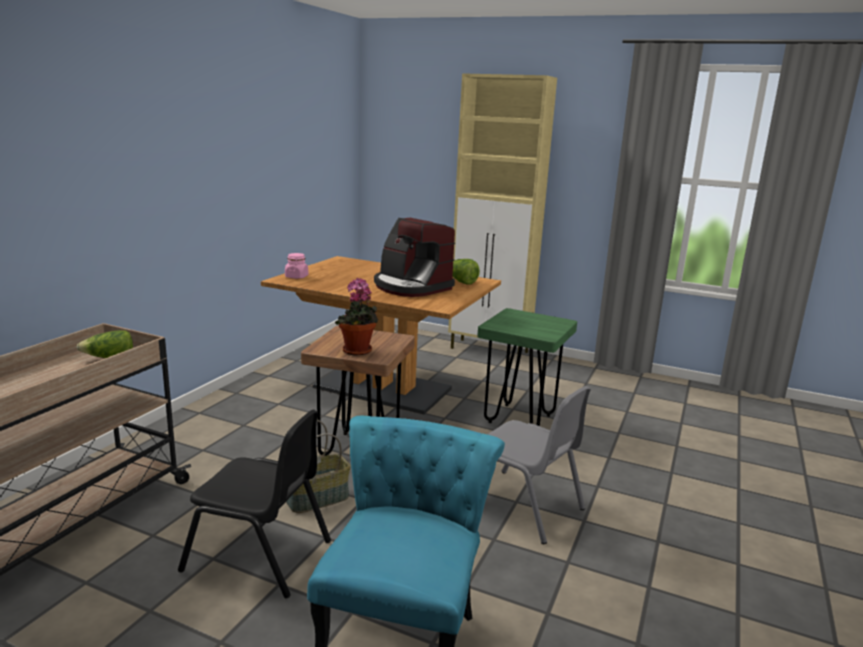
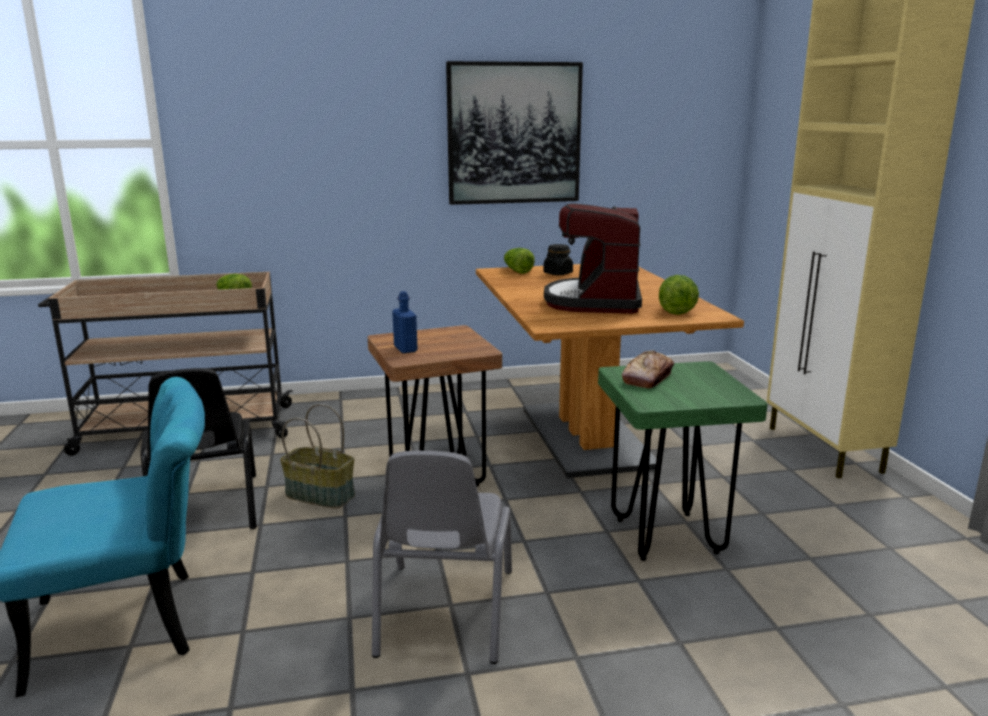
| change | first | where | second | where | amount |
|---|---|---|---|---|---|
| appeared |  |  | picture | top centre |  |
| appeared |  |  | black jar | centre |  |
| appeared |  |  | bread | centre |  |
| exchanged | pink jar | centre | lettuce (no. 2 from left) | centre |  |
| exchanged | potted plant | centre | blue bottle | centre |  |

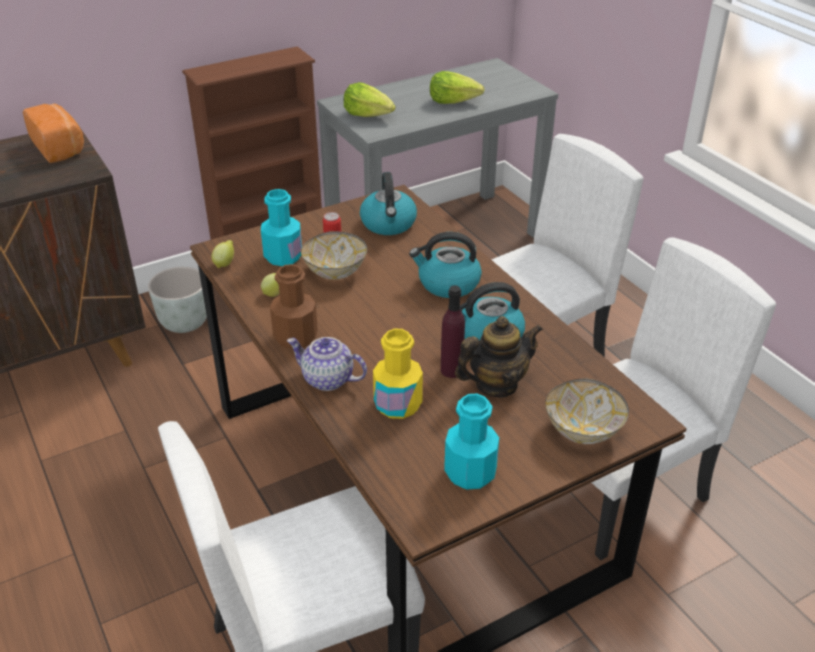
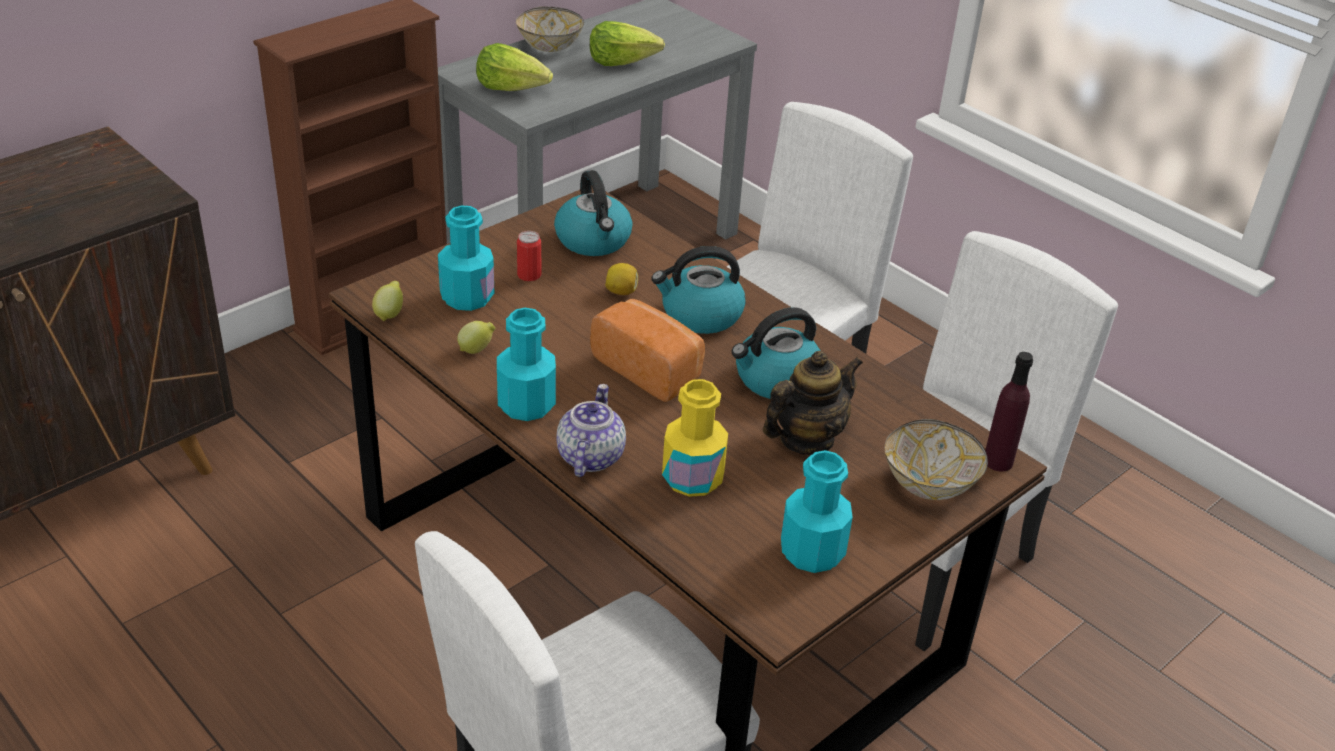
| change | first | where | second | where | amount |
|---|---|---|---|---|---|
| missing | grey planter | middle left |  |  |  |
| appeared |  |  | lemon (no. 3 from left) | centre |  |
| relocated | bread | top left |  | centre |  |
| relocated | bowl (no. 1 from left) | centre |  | top centre |  |
| relocated | purple bottle | centre |  | middle right |  |
| colour | brown bottle | centre | turquoise bottle (no. 2 from left) | centre |  |
| spun | teapot (no. 1 from left) | centre |  | centre | 90 degrees clockwise |

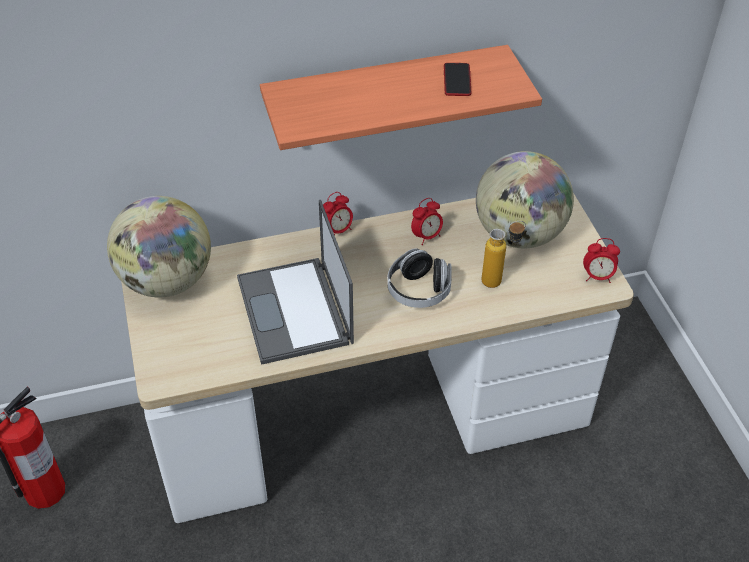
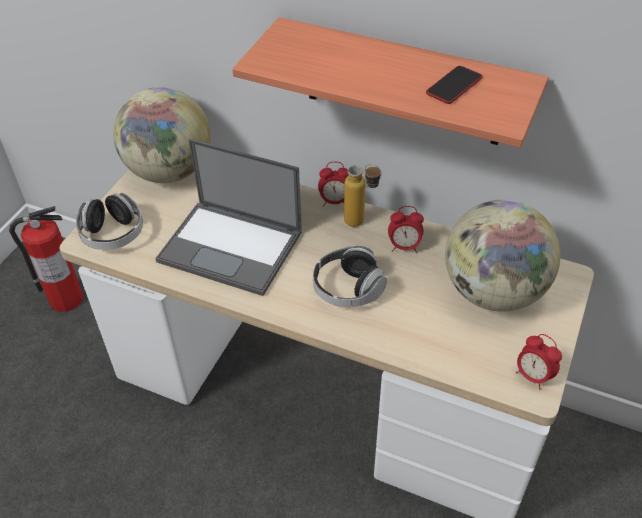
| change | first | where | second | where | amount |
|---|---|---|---|---|---|
| appeared |  |  | headphones (no. 1 from left) | middle left |  |
| relocated | bottle | middle right |  | centre |  |
| spun | laptop | centre |  | centre | 90 degrees counterclockwise |

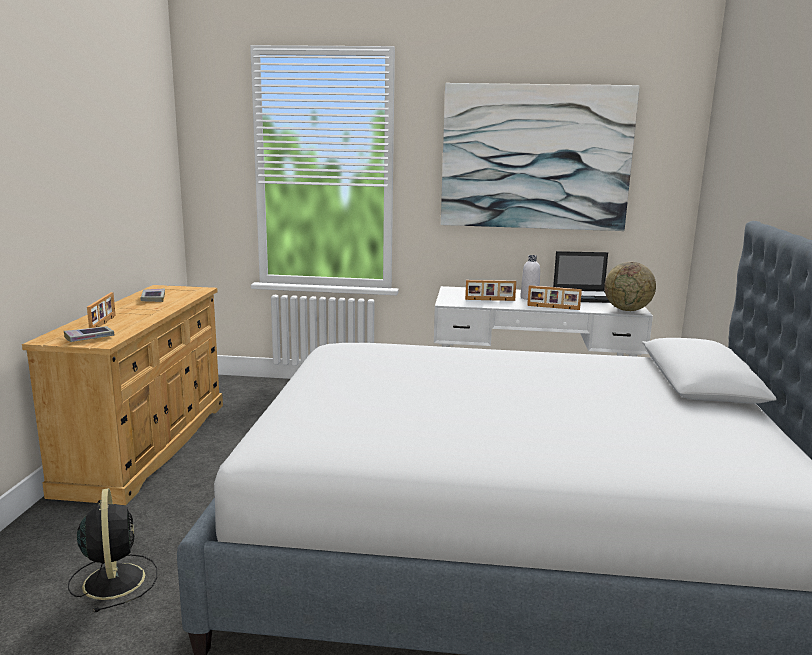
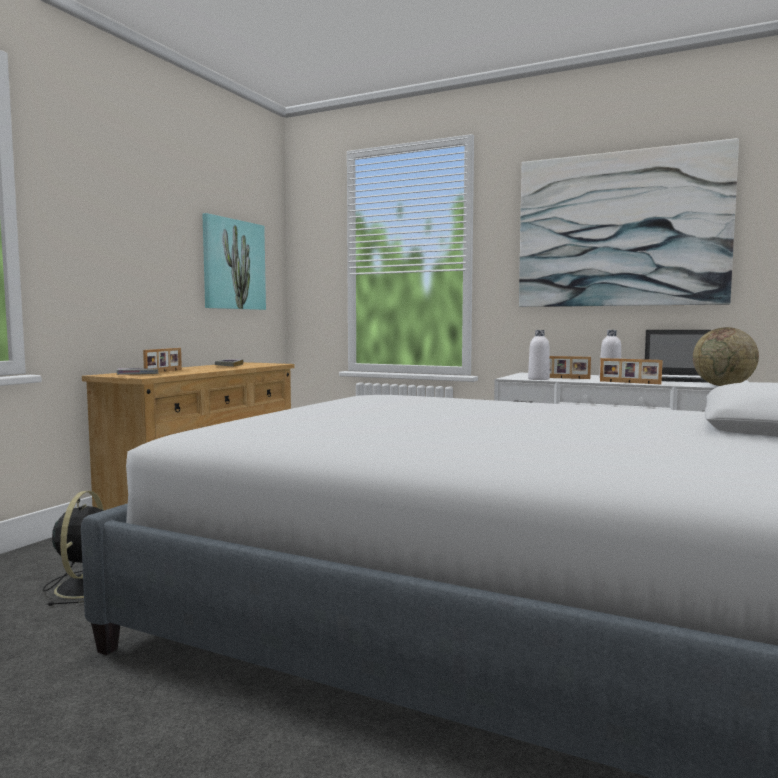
| change | first | where | second | where | amount |
|---|---|---|---|---|---|
| appeared |  |  | picture (no. 1 from left) | middle left |  |
| appeared |  |  | white bottle (no. 1 from left) | middle right |  |

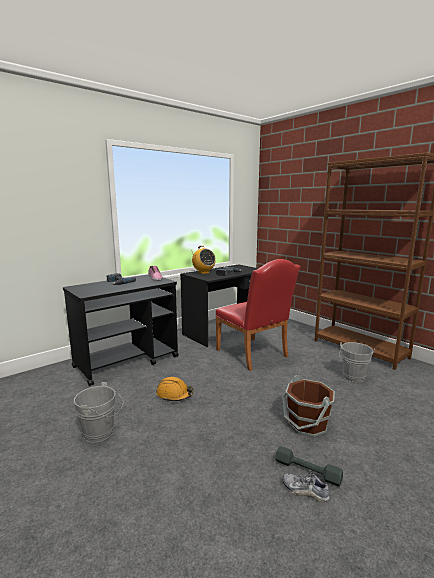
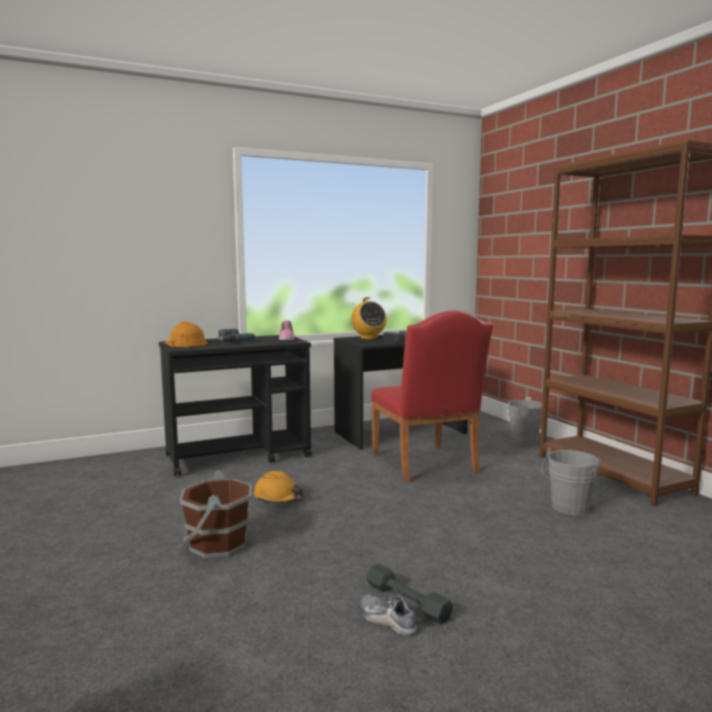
| change | first | where | second | where | amount |
|---|---|---|---|---|---|
| appeared |  |  | orange hard hat (no. 1 from left) | middle left |  |
| relocated | grey bucket (no. 1 from left) | bottom left |  | middle right |  |
| relocated | brown bucket | bottom right |  | bottom left |  |

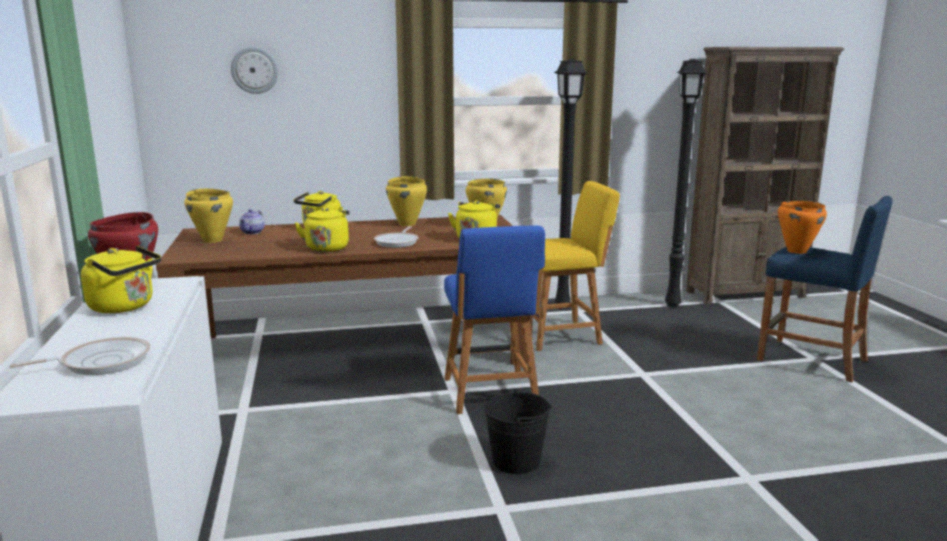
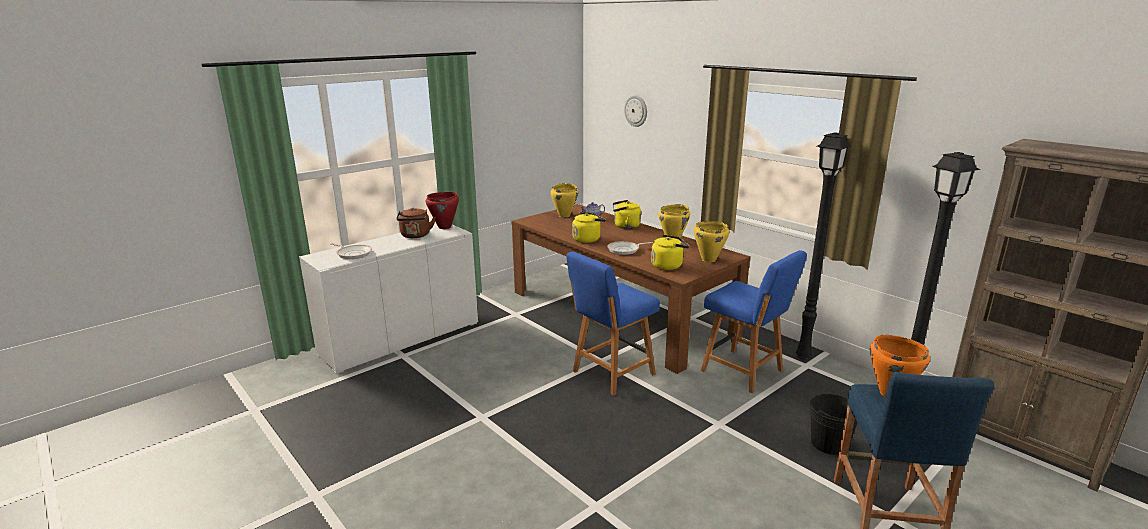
| change | first | where | second | where | amount |
|---|---|---|---|---|---|
| relocated | black bucket | bottom centre |  | bottom right |  |
| colour | yellow kettle (no. 1 from left) | middle left | brown kettle | centre |  |
| colour | yellow chair | centre | blue chair (no. 2 from left) | centre |  |

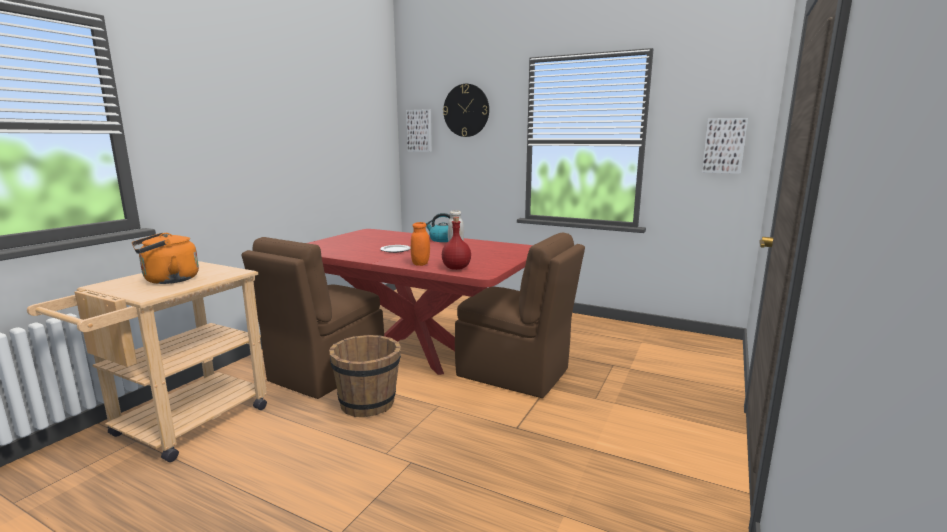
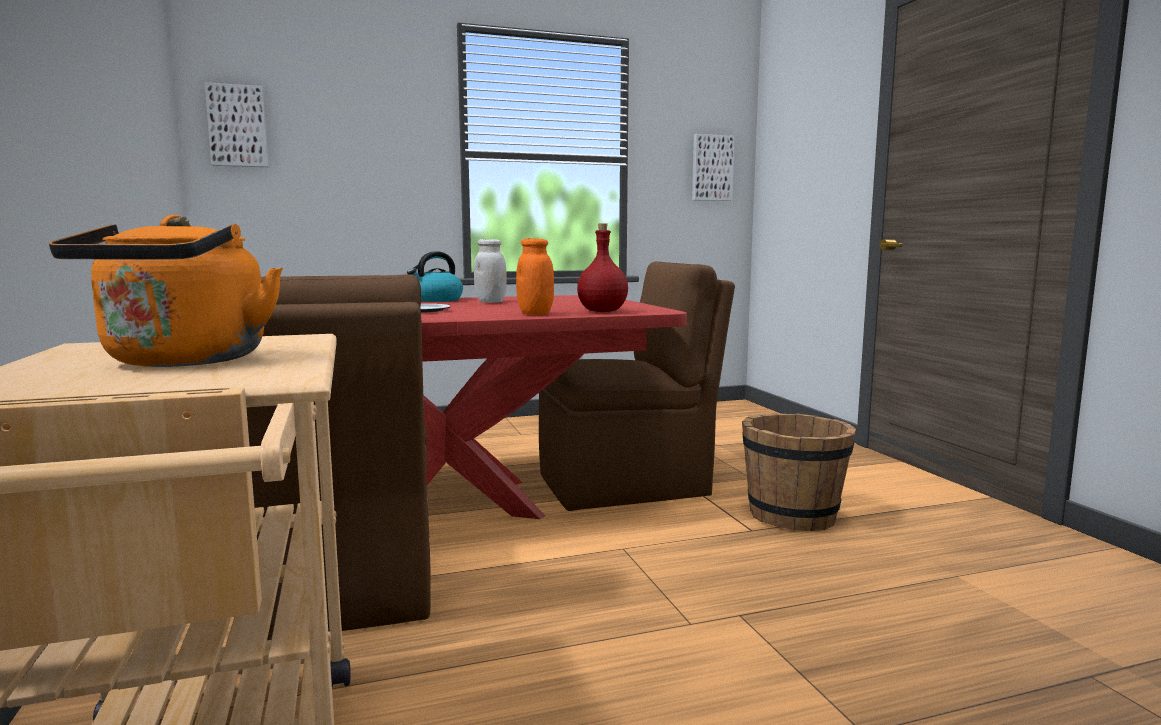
| change | first | where | second | where | amount |
|---|---|---|---|---|---|
| missing | wall clock | top centre |  |  |  |
| relocated | brown bucket | bottom centre |  | middle right |  |

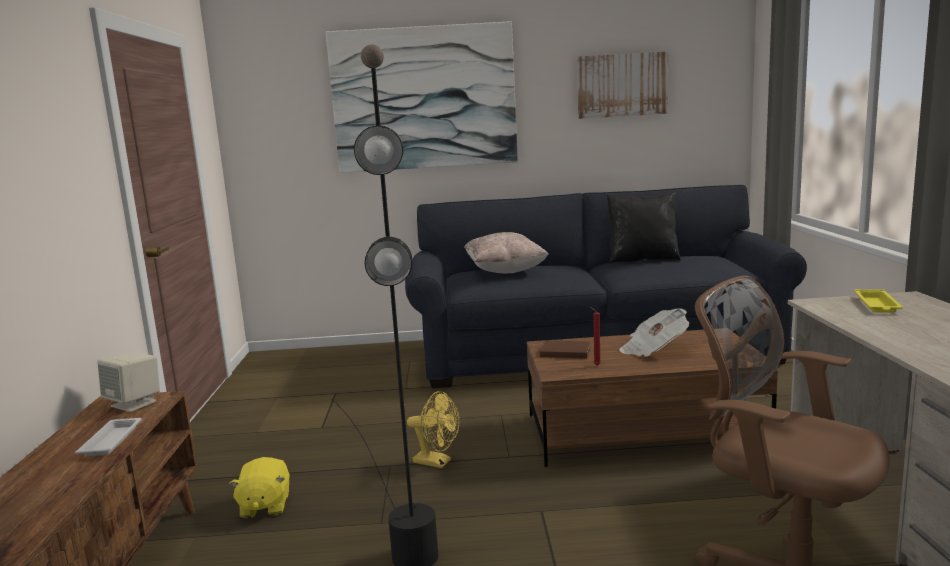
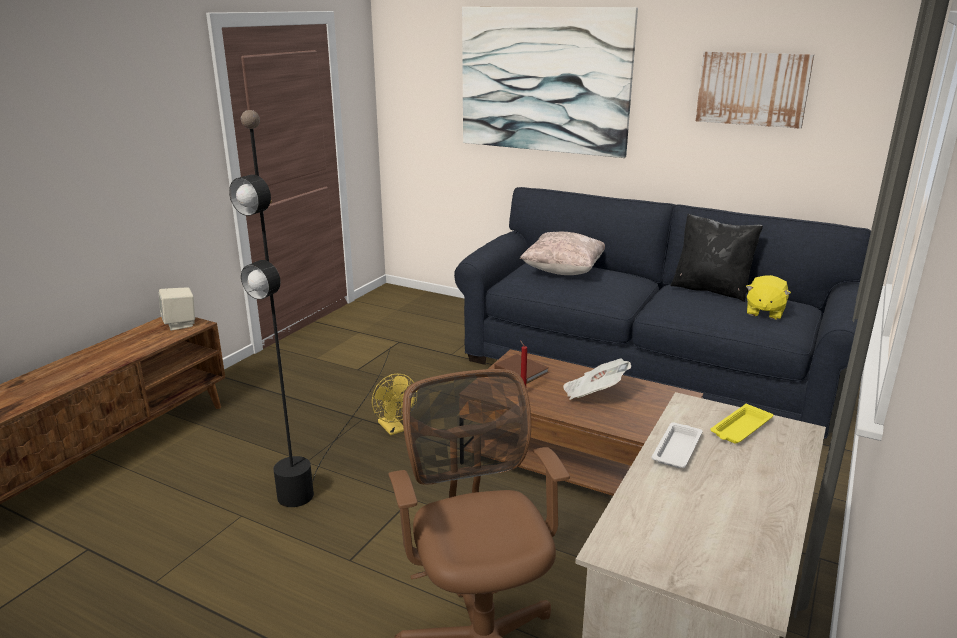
| change | first | where | second | where | amount |
|---|---|---|---|---|---|
| relocated | white tray | bottom left |  | bottom right |  |
| relocated | yellow plush toy | bottom left |  | middle right |  |

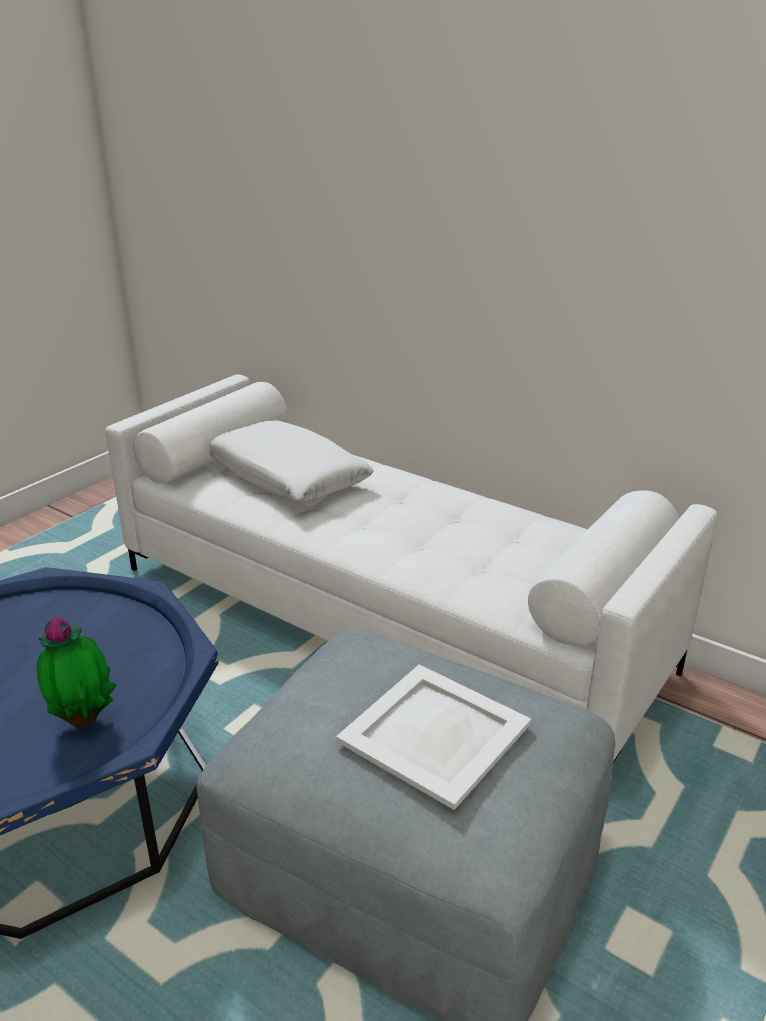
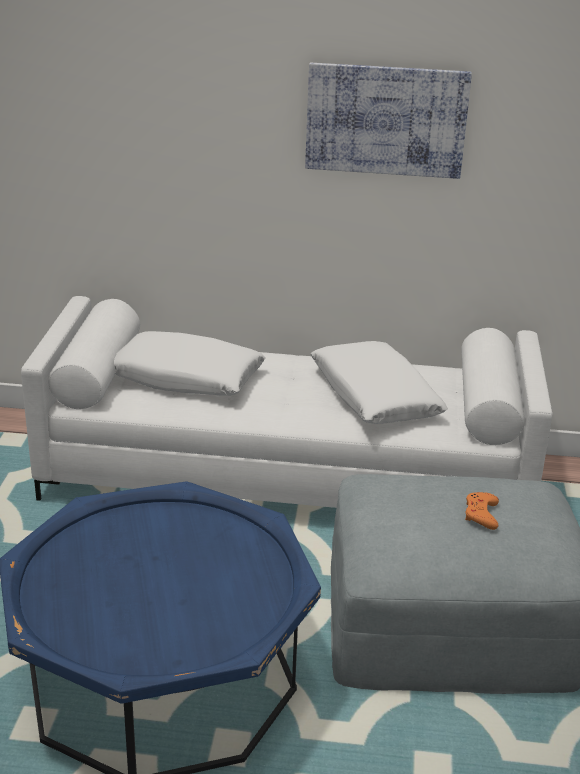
| change | first | where | second | where | amount |
|---|---|---|---|---|---|
| missing | potted plant | middle left |  |  |  |
| appeared |  |  | picture | top right |  |
| appeared |  |  | white pillow (no. 2 from left) | centre |  |
| exchanged | white tray | bottom centre | orange game controller | middle right |  |

